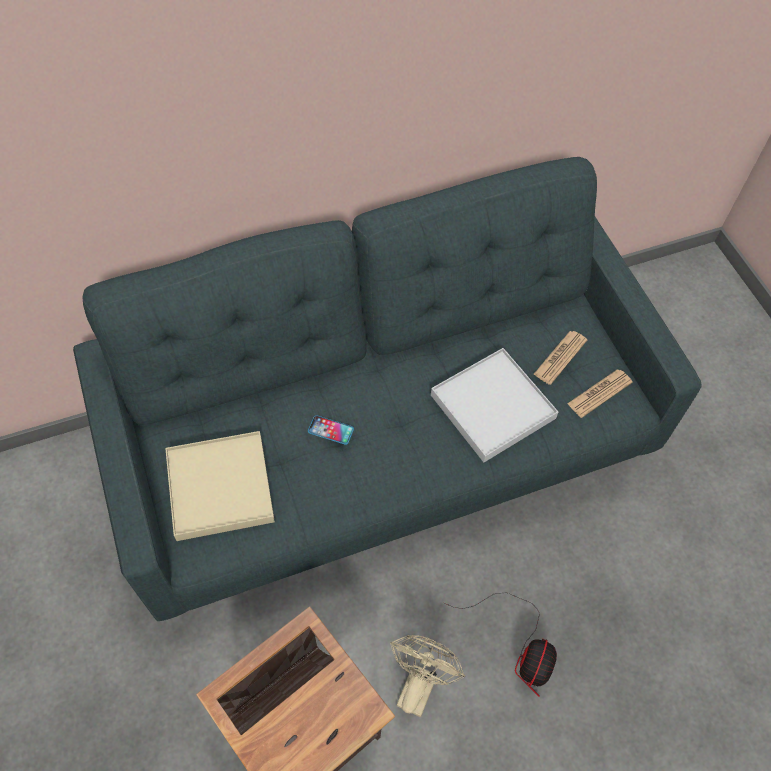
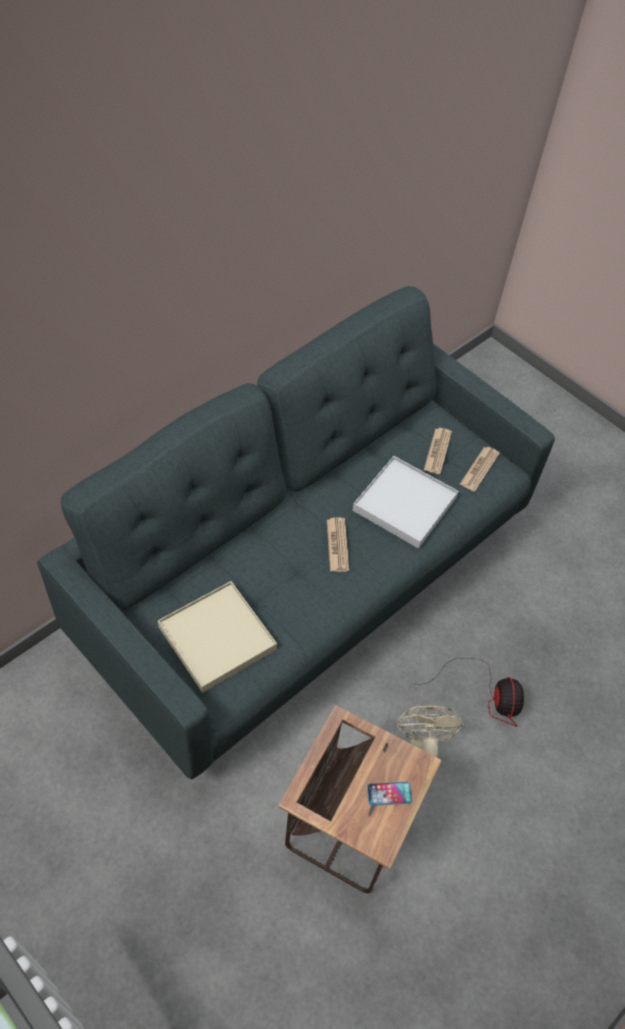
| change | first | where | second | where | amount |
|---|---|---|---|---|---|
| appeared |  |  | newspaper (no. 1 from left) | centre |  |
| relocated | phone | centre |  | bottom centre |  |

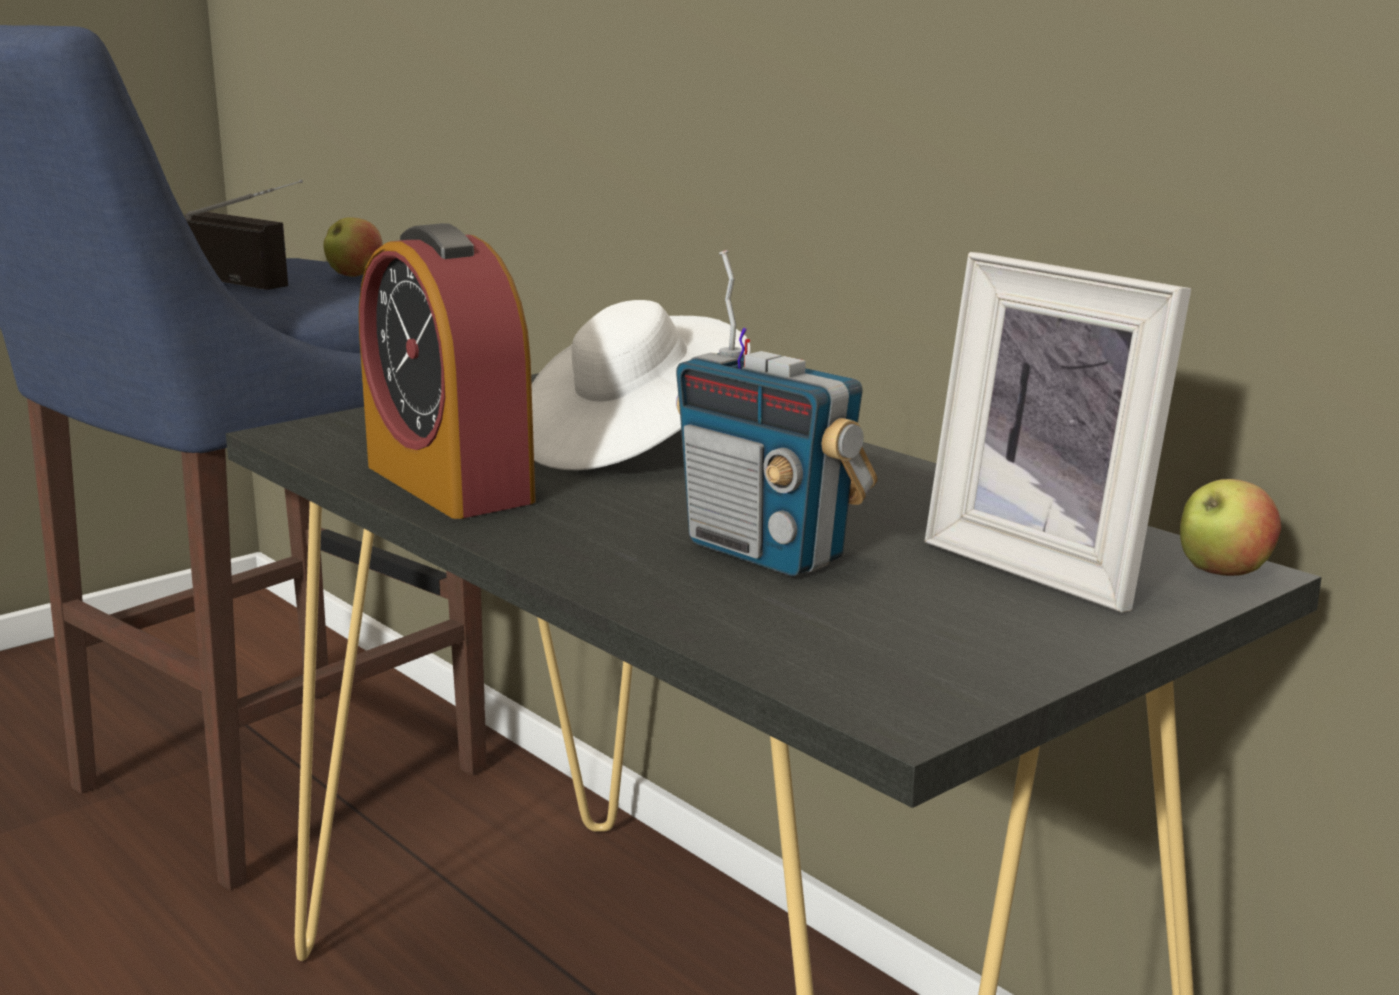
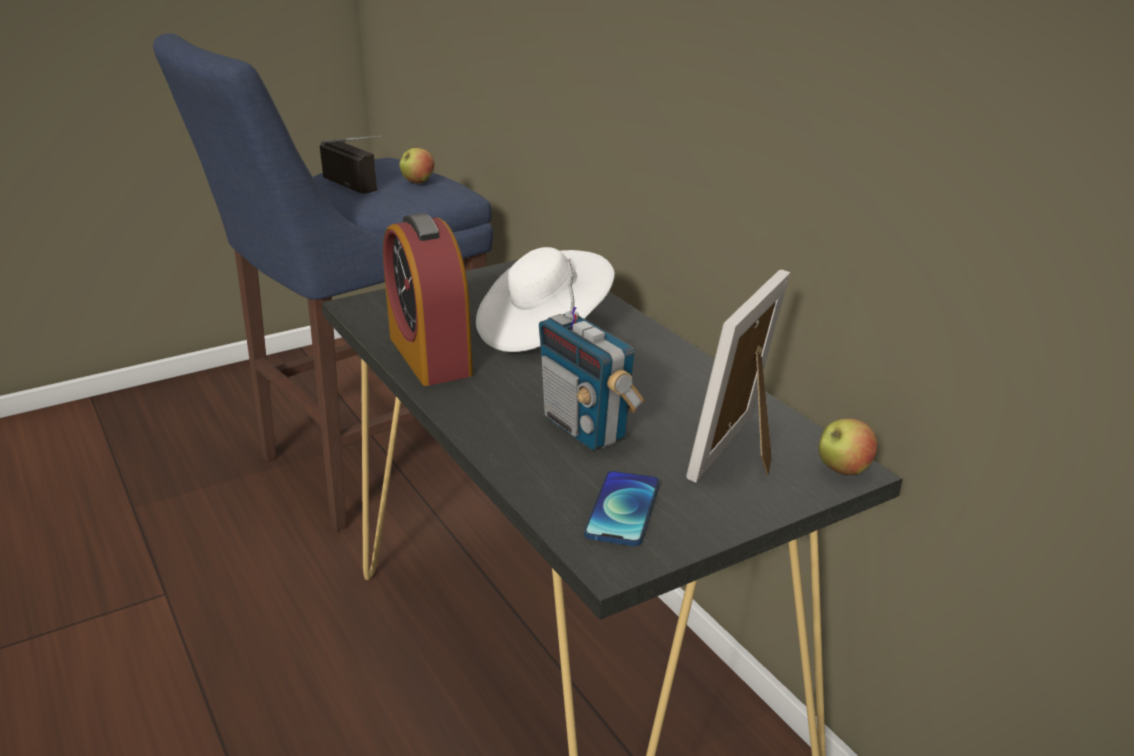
| change | first | where | second | where | amount |
|---|---|---|---|---|---|
| appeared |  |  | phone | bottom centre |  |
| spun | picture frame | middle right |  | centre | 60 degrees clockwise |

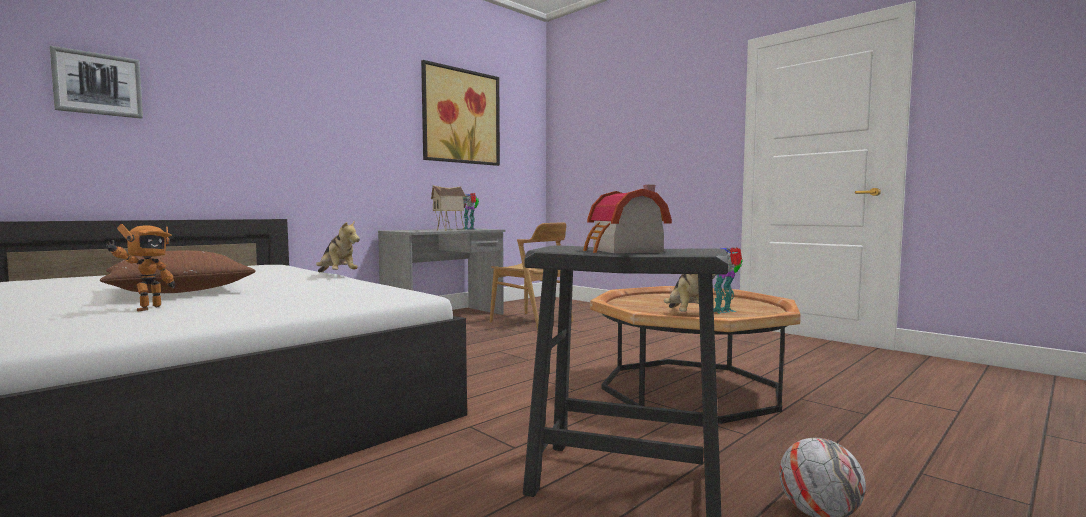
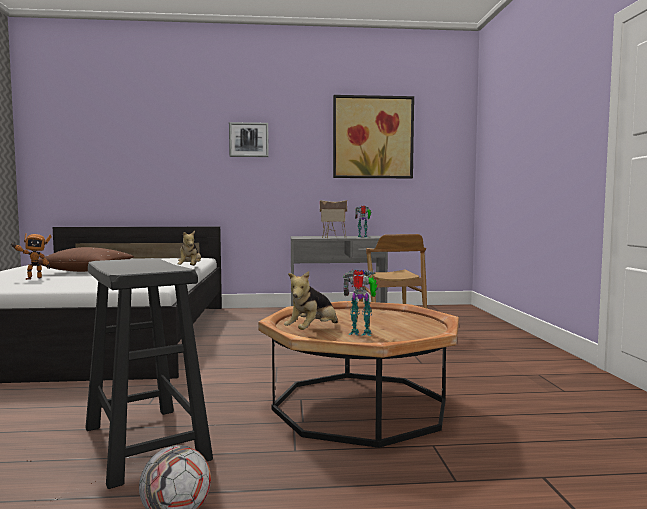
| change | first | where | second | where | amount |
|---|---|---|---|---|---|
| missing | toy house (no. 2 from left) | centre |  |  |  |
| relocated | picture (no. 1 from left) | top left |  | top centre |  |

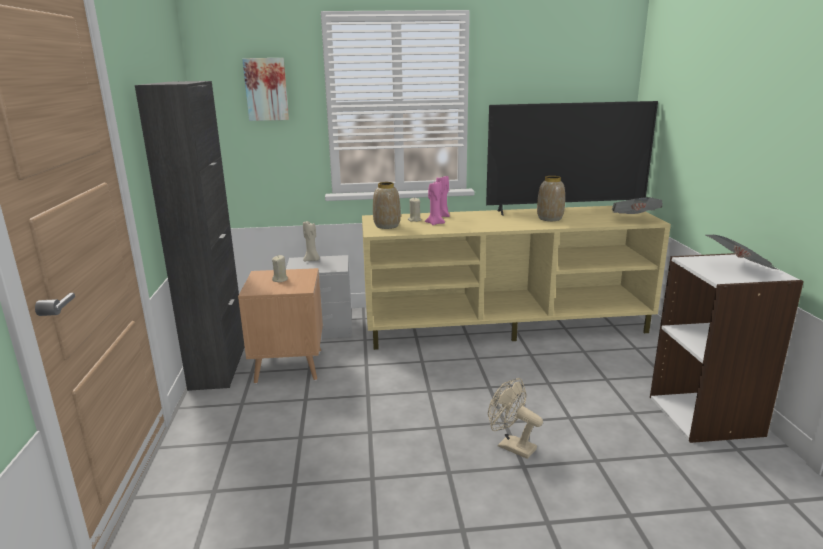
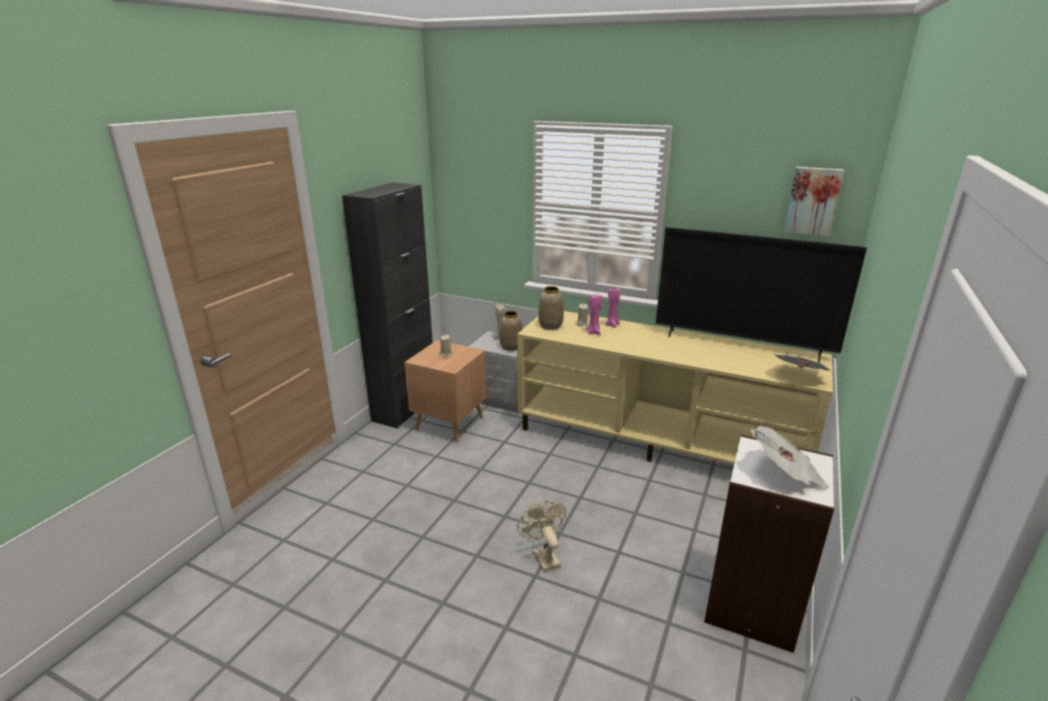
| change | first | where | second | where | amount |
|---|---|---|---|---|---|
| relocated | picture | top left |  | top right |  |
| relocated | vase (no. 2 from left in the first image) | middle right | vase (no. 1 from left) | centre |  |

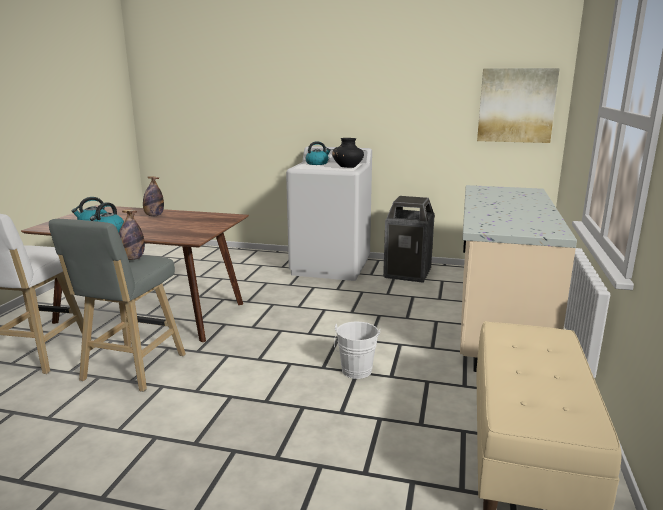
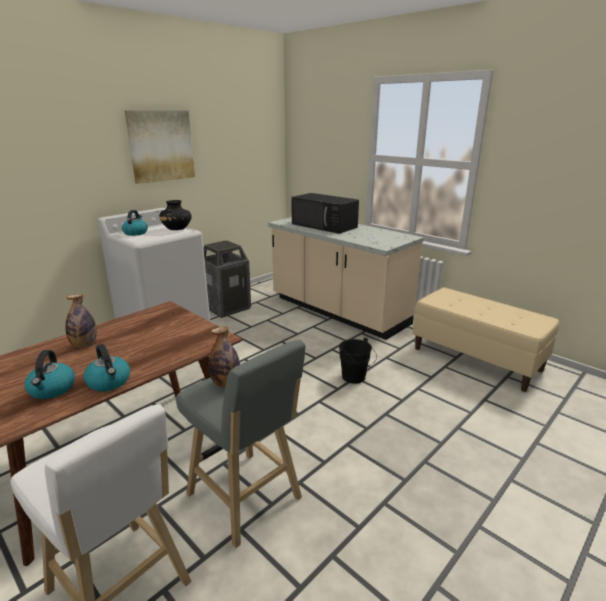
| change | first | where | second | where | amount |
|---|---|---|---|---|---|
| appeared |  |  | black microwave | centre |  |
| relocated | picture | top right |  | top left |  |
| colour | white bucket | bottom centre | black bucket | centre |  |

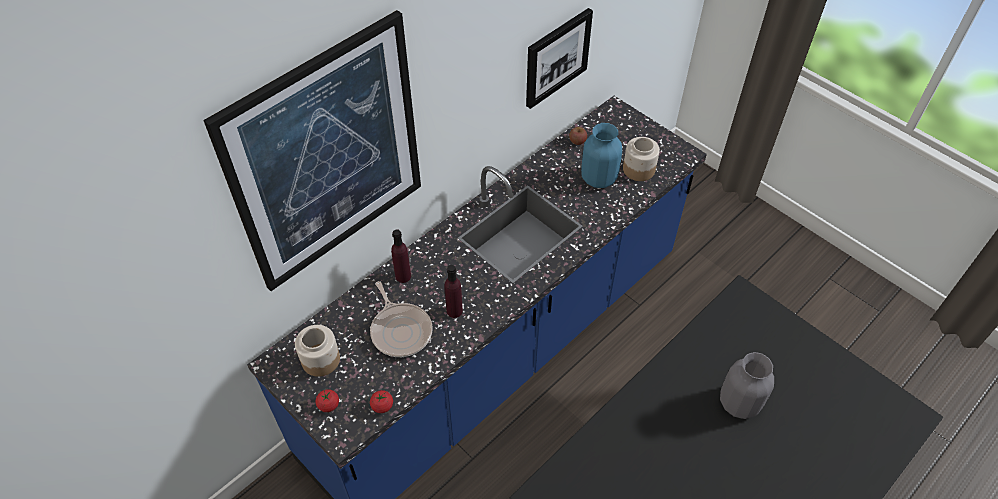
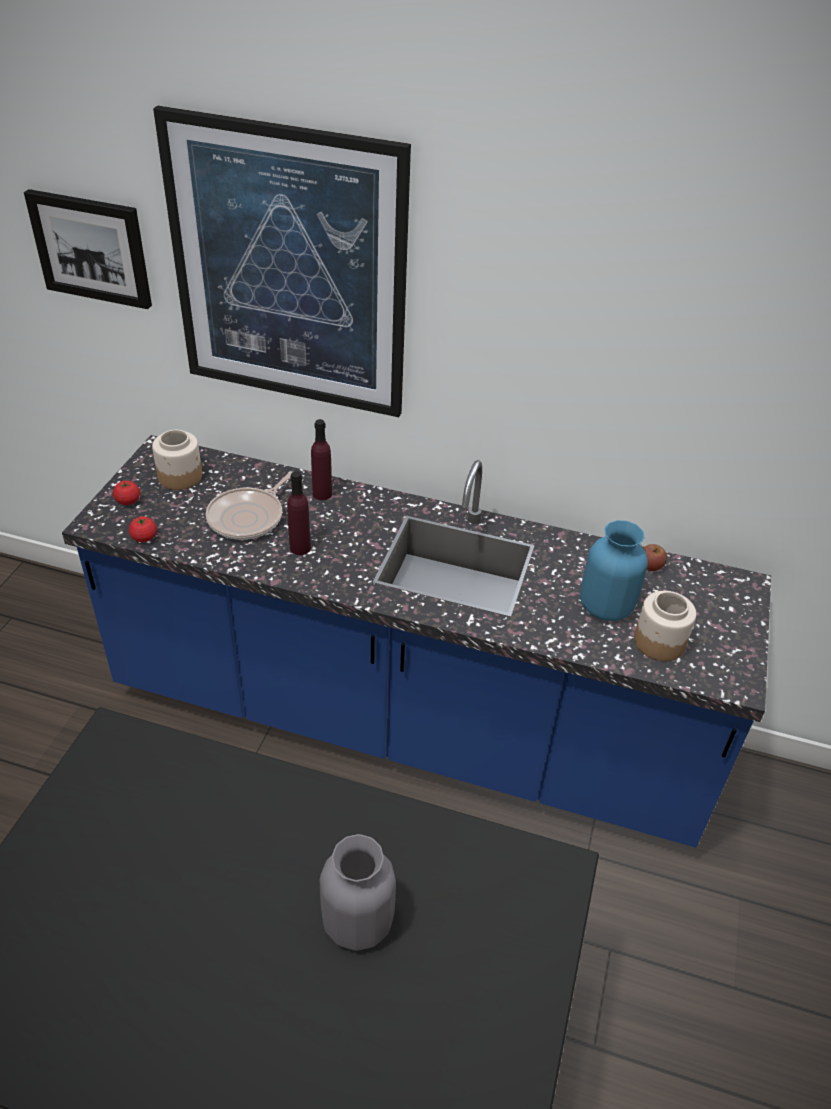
| change | first | where | second | where | amount |
|---|---|---|---|---|---|
| relocated | picture (no. 2 from left in the first image) | top centre | picture (no. 1 from left) | top left |  |

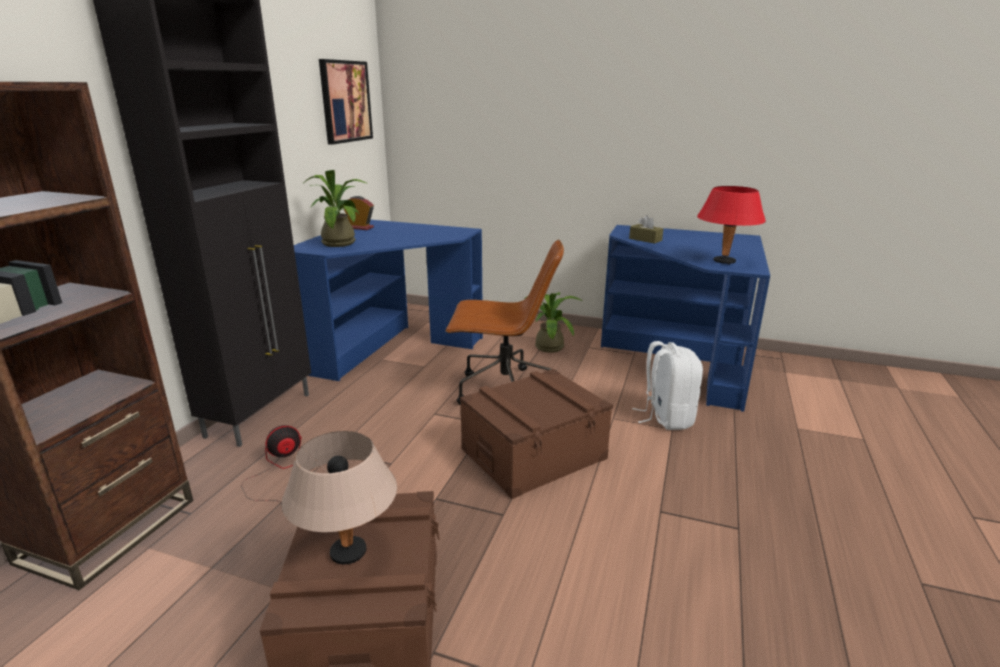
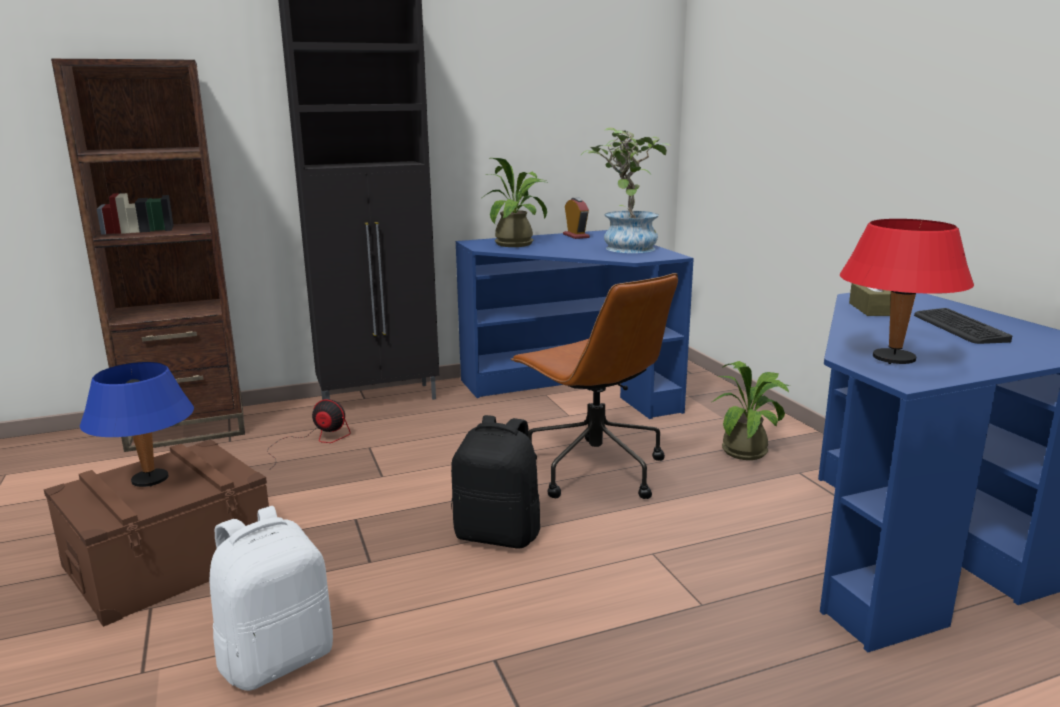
| change | first | where | second | where | amount |
|---|---|---|---|---|---|
| missing | picture | top centre |  |  |  |
| appeared |  |  | potted plant (no. 2 from left) | top centre |  |
| appeared |  |  | keyboard | middle right |  |
| relocated | white backpack | middle right |  | bottom left |  |
| exchanged | brown storage box (no. 2 from left) | centre | black backpack | bottom centre |  |
| colour | beige table lamp | bottom centre | blue table lamp | middle left |  |

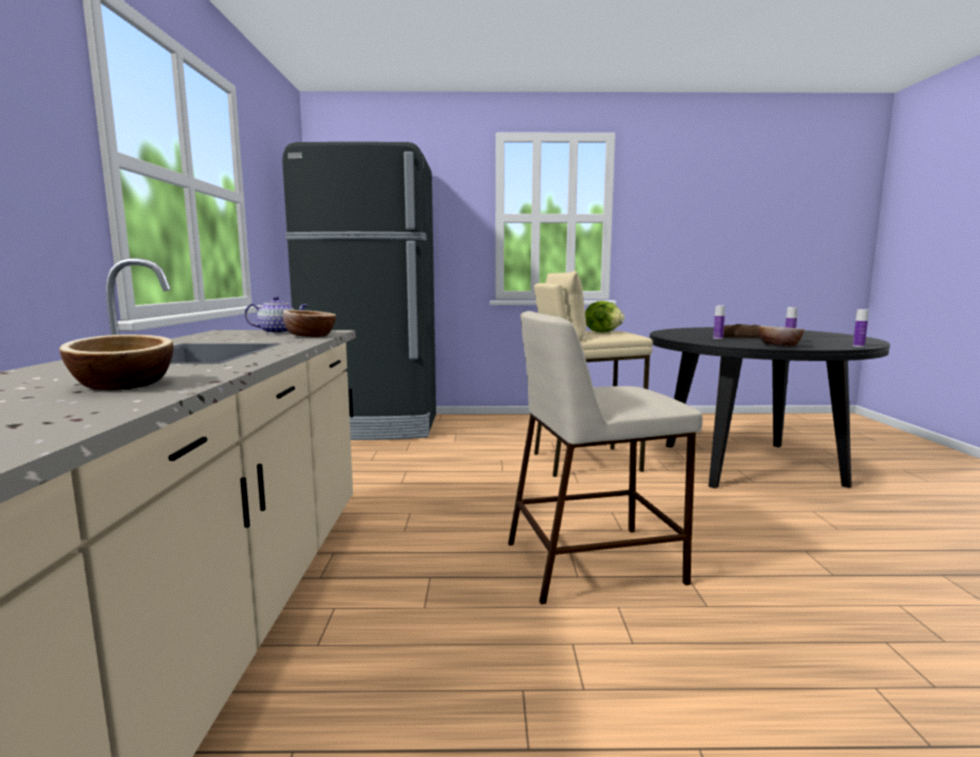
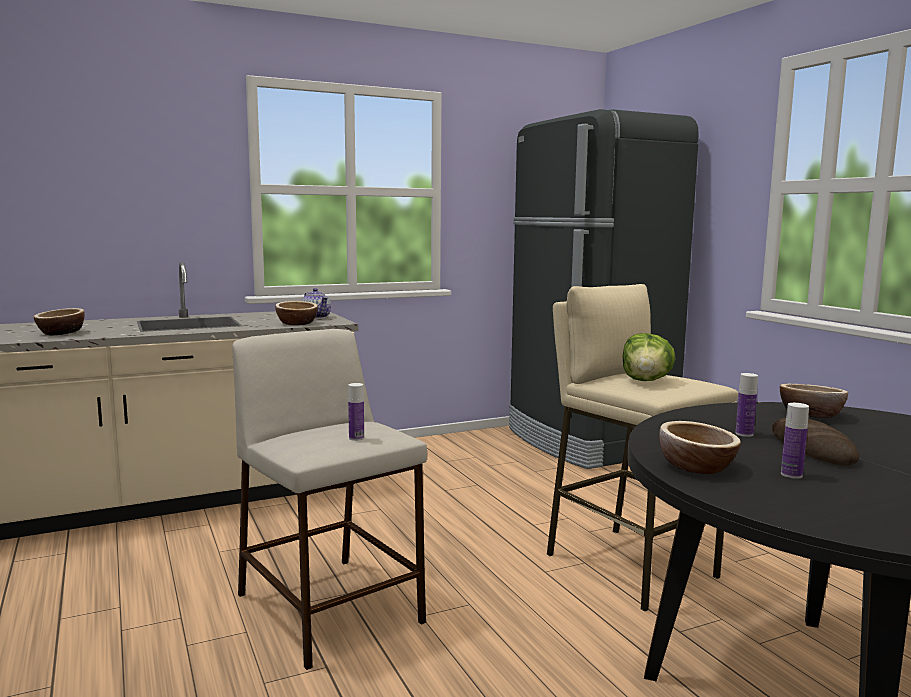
| change | first | where | second | where | amount |
|---|---|---|---|---|---|
| appeared |  |  | bowl (no. 4 from left) | middle right |  |
| relocated | bottle (no. 3 from left in the first image) | middle right | bottle (no. 1 from left) | centre |  |

